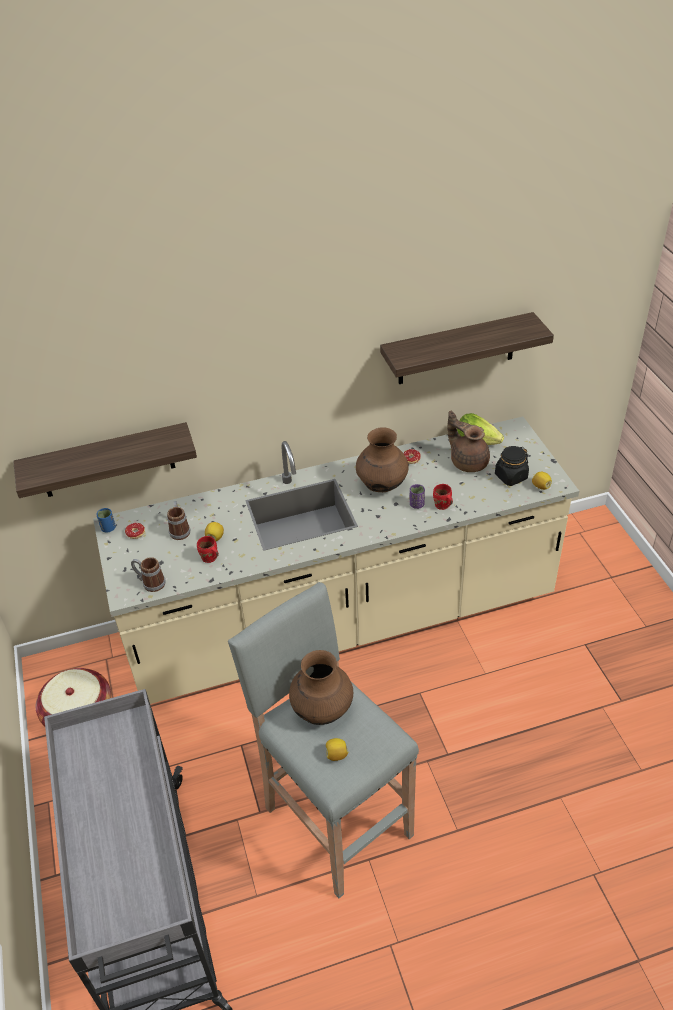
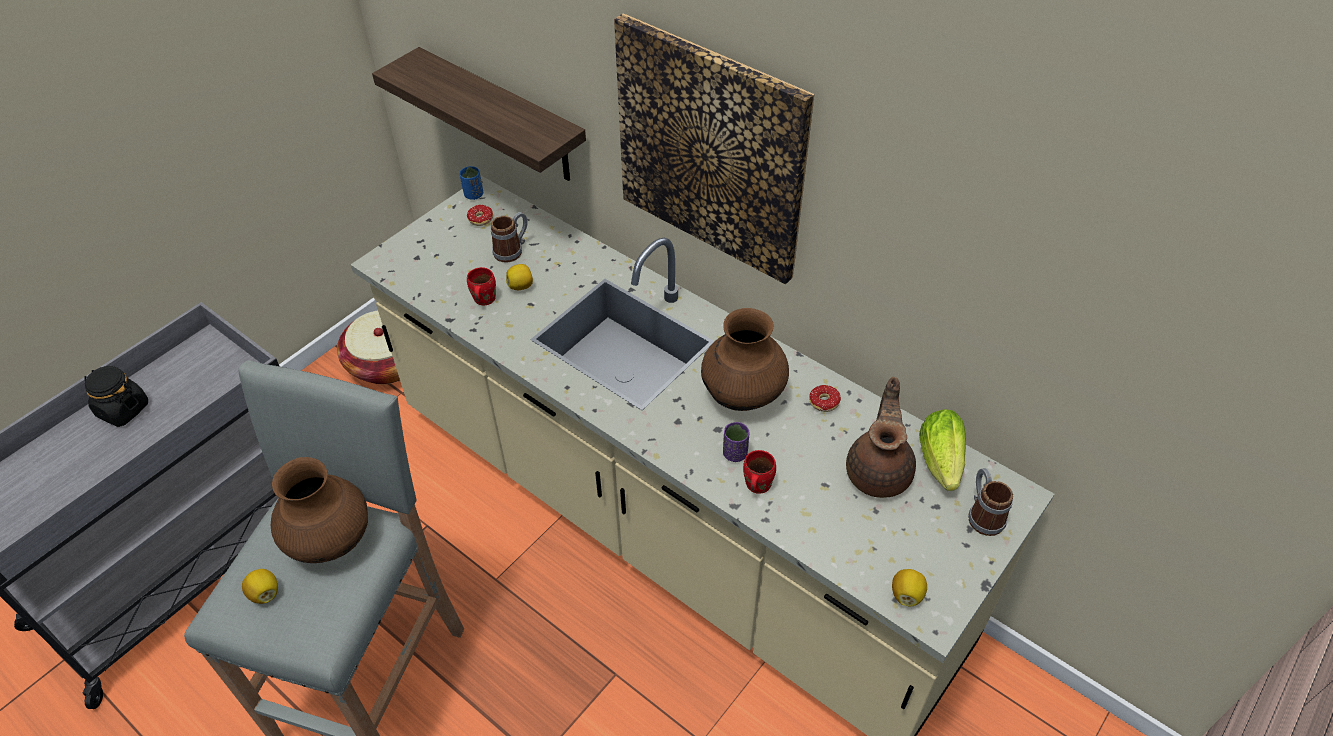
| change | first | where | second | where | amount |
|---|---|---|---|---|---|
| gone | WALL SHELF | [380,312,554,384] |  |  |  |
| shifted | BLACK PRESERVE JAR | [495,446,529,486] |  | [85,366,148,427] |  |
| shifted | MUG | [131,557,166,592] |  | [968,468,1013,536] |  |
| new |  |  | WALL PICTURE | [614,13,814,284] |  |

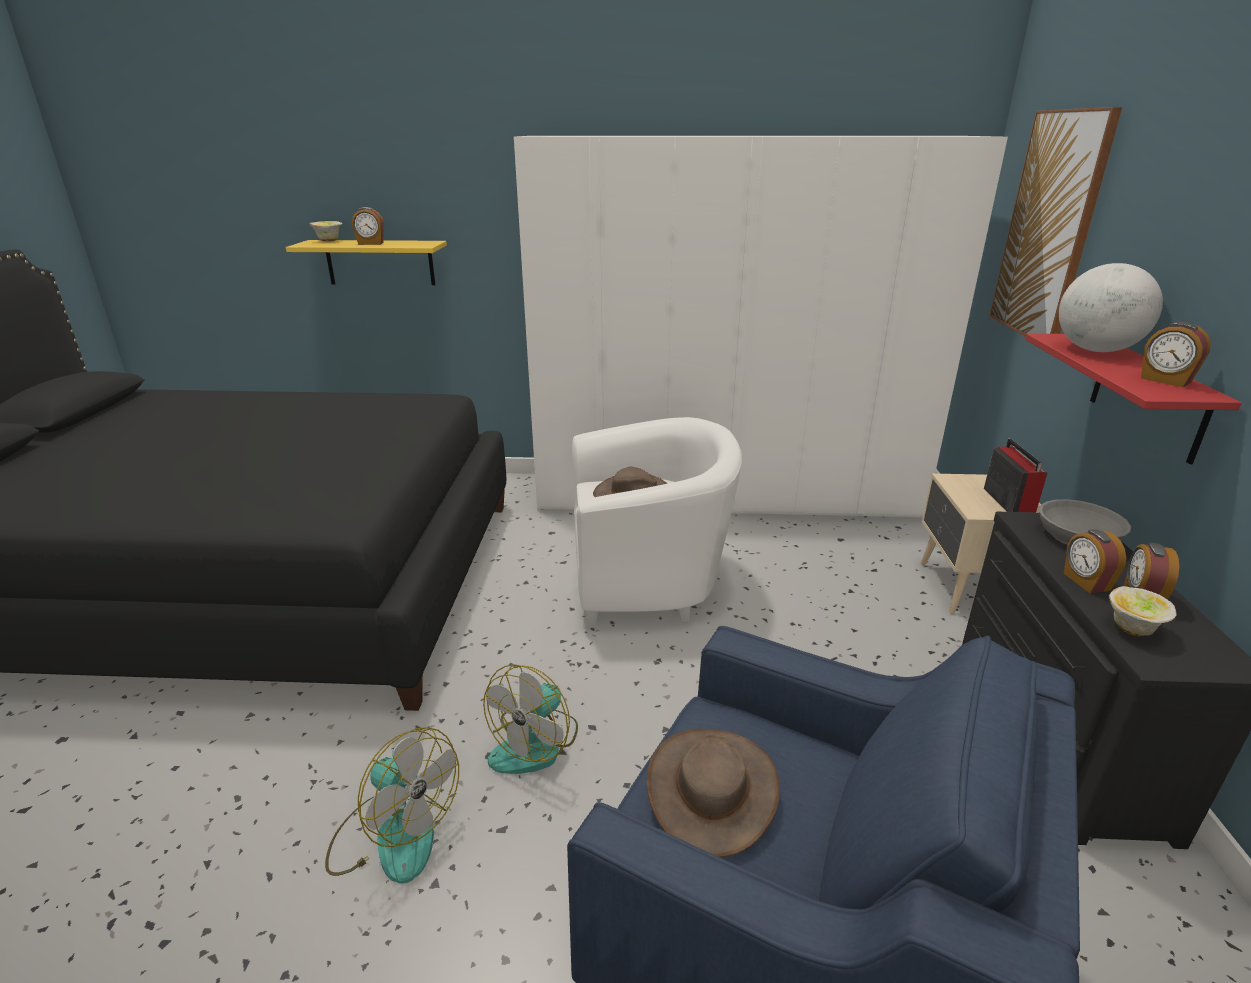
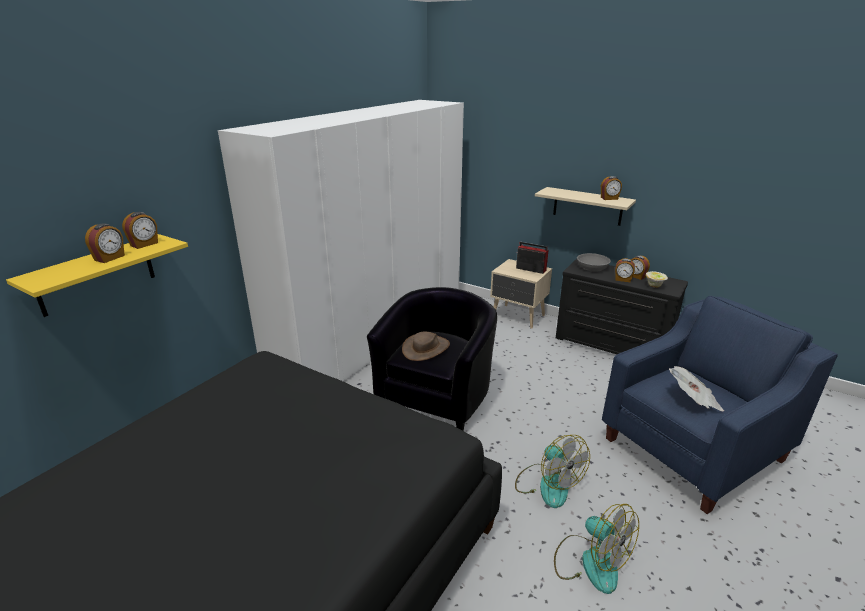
| change | first | where | second | where | amount |
|---|---|---|---|---|---|
| gone | WALL PICTURE | [989,107,1122,337] |  |  |  |
| gone | BOWL | [310,221,342,242] |  |  |  |
| gone | DESK GLOBE | [1059,263,1163,352] |  |  |  |
| repainted | RED WALL SHELF | [1025,334,1242,464] | SAND-COLOURED WALL SHELF | [535,187,636,226] |  |
| repainted | WHITE-COLOURED EASY CHAIR | [572,417,742,628] | BLACK EASY CHAIR | [367,287,497,431] |  |
| rotated | COOLING FAN | [325,727,459,884] |  | [554,504,639,594] | 75 degrees clockwise |
| swapped | BROWN-COLOURED WEARABLE HAT | [647,729,780,858] | DAILY PAPER | [669,366,724,412] |  |
| new |  |  | BEDSIDE CLOCK | [122,212,158,249] |  |

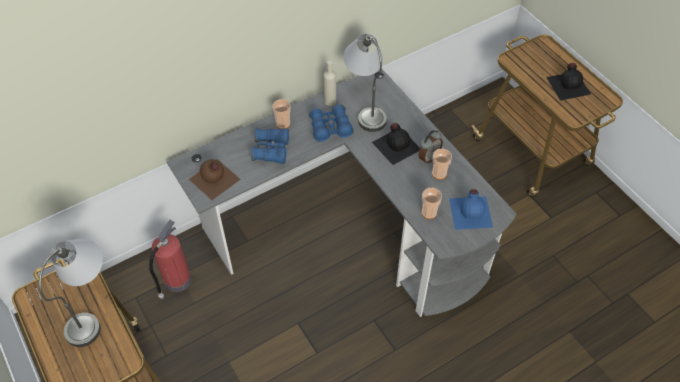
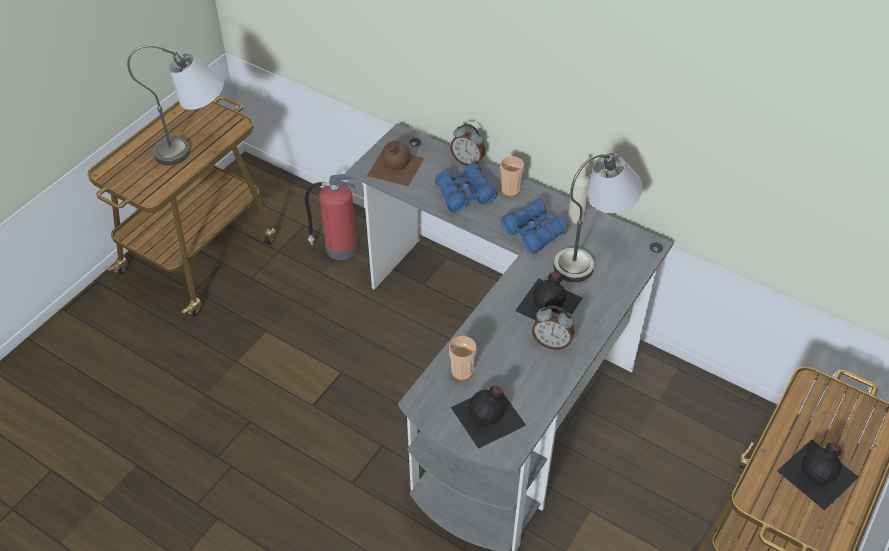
| change | first | where | second | where | amount |
|---|---|---|---|---|---|
| gone | CUP | [432,149,452,180] |  |  |  |
| repainted | BLUISH BOTTLE | [449,189,493,230] | BLACK BOTTLE | [451,385,526,449] |  |
| new |  |  | BEDSIDE CLOCK | [450,124,485,166] |  |

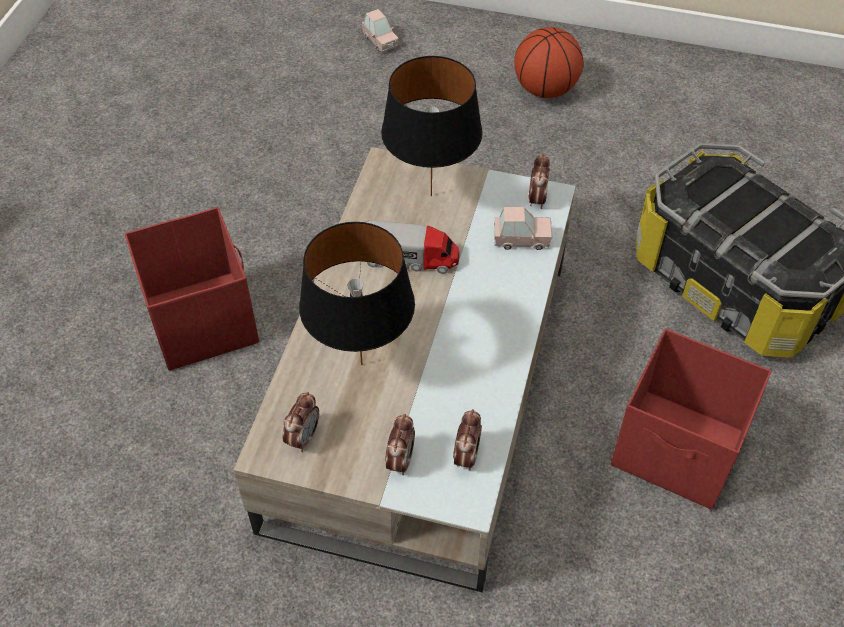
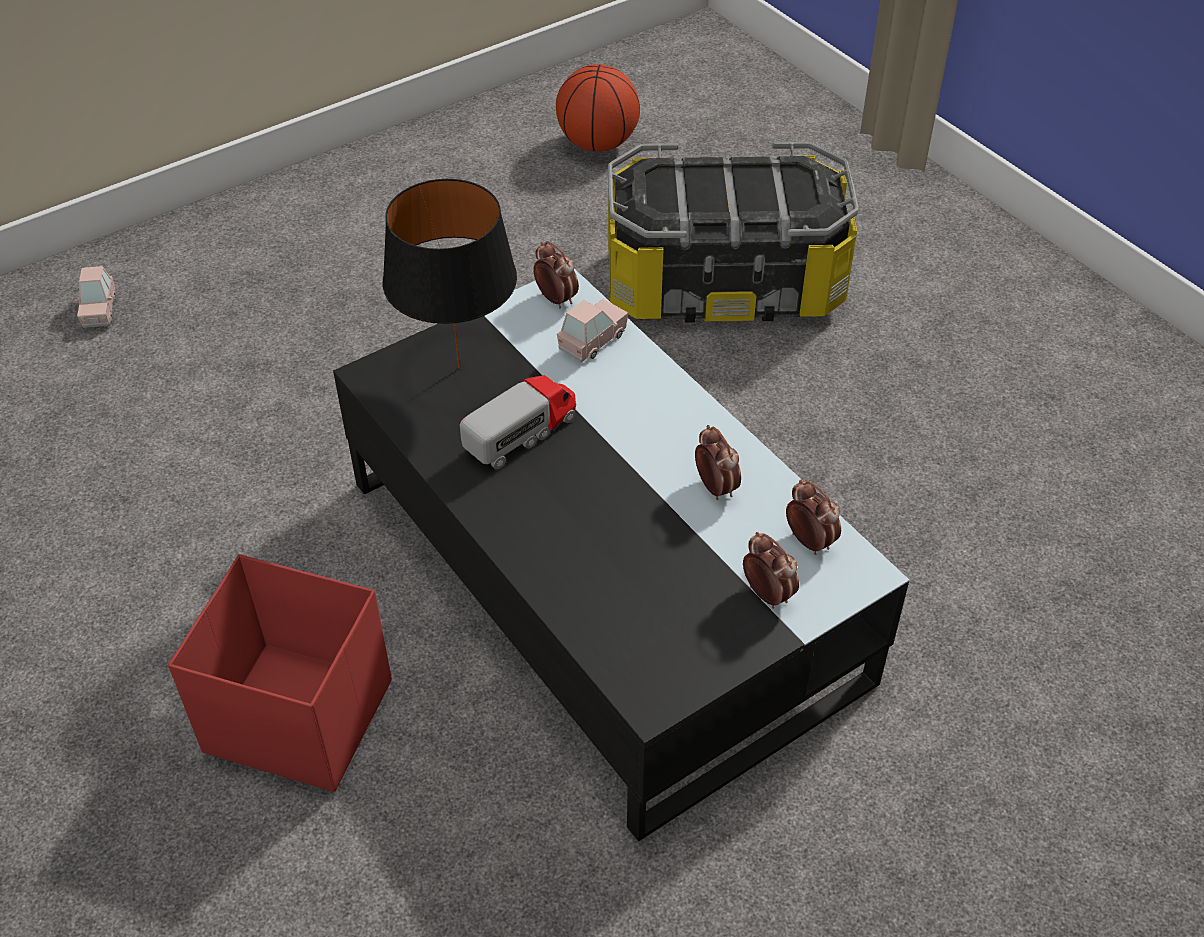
| change | first | where | second | where | amount |
|---|---|---|---|---|---|
| rotated | PINK-COLOURED TOY CAR | [362,9,399,52] |  | [74,266,116,328] | 75 degrees clockwise |
| shifted | BASKETBALL | [514,27,584,98] |  | [556,64,640,152] |  |
| repainted | SAND-COLOURED LOUNGE TABLE | [233,147,576,592] | BLACK LOUNGE TABLE | [333,269,909,841] |  |
| gone | BLACK TABLETOP LAMP | [299,222,415,365] |  |  |  |
| gone | RED STORAGE BOX | [611,329,772,509] |  |  |  |
| shifted | BEDSIDE CLOCK | [282,392,319,452] |  | [695,425,741,500] |  |

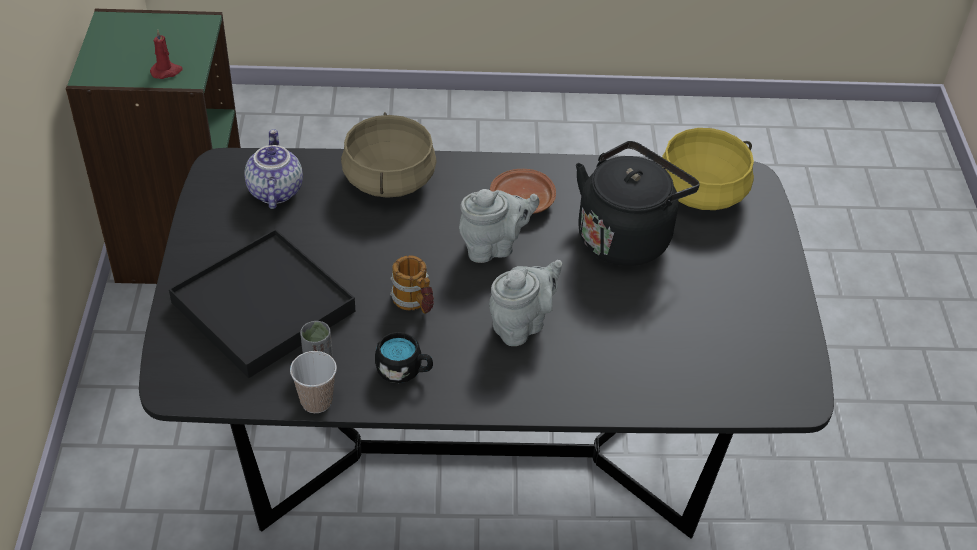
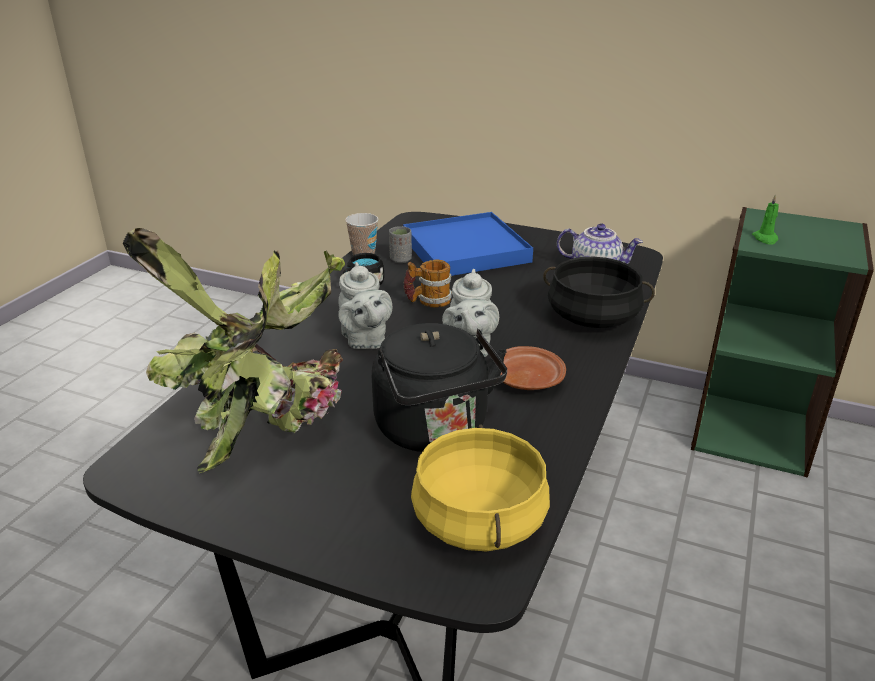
| change | first | where | second | where | amount |
|---|---|---|---|---|---|
| repainted | RED WAX LIGHT | [150,29,183,79] | GREEN-COLOURED WAX LIGHT | [752,194,779,245] |  |
| repainted | SAND-COLOURED SAUCEPOT | [341,112,437,198] | BLACK SAUCEPOT | [543,257,655,328] |  |
| repainted | BLACK TRAY | [169,229,355,378] | BLUISH TRAY | [403,212,533,276] |  |
| new |  |  | HOUSEPLANT | [123,228,345,473] |  |

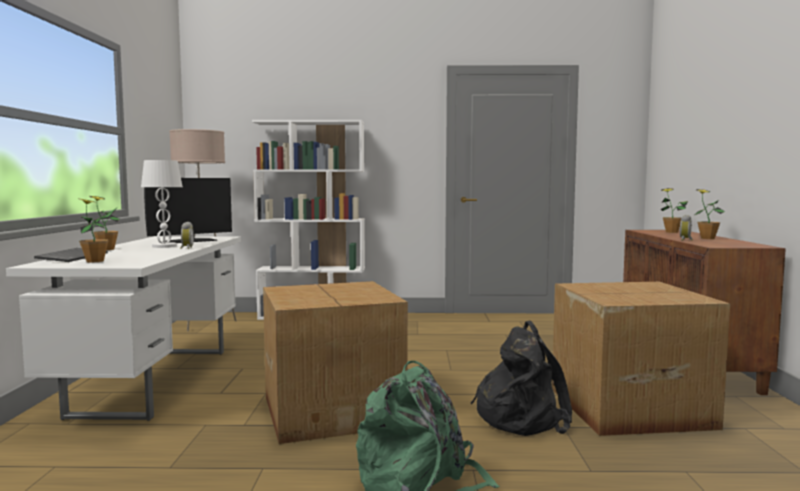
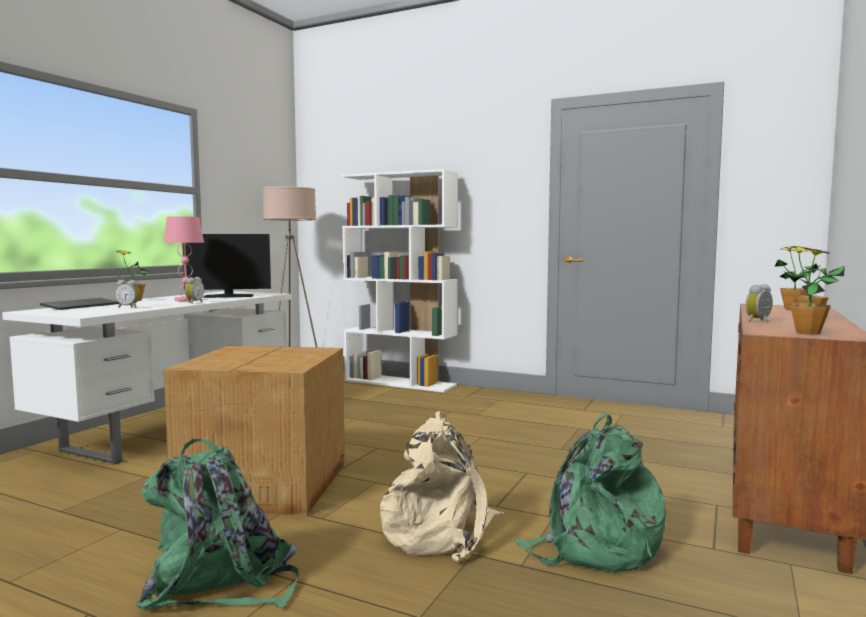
| change | first | where | second | where | amount |
|---|---|---|---|---|---|
| repainted | WHITE-COLOURED TABLETOP LAMP | [141,160,183,248] | PINK-COLOURED TABLETOP LAMP | [164,216,204,301] |  |
| shifted | HOUSEPLANT | [79,199,113,263] |  | [785,248,845,335] |  |
| swapped | CARTON | [552,282,730,436] | GREEN-COLOURED RUCKSACK | [514,412,666,573] |  |
| repainted | BLACK RUCKSACK | [470,321,572,436] | SAND-COLOURED RUCKSACK | [380,411,504,562] |  |
| new |  |  | BEDSIDE CLOCK | [115,280,140,308] |  |

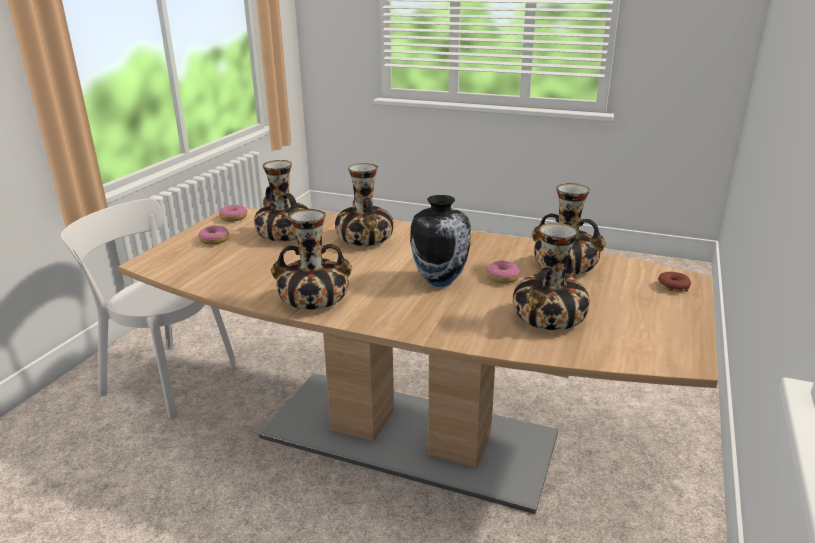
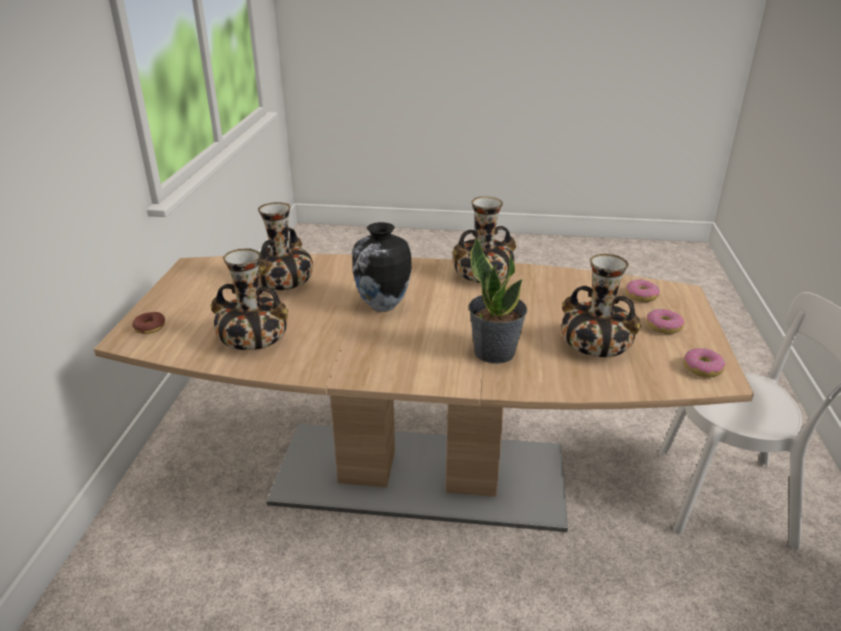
| change | first | where | second | where | amount |
|---|---|---|---|---|---|
| swapped | FLOWER VASE | [335,163,394,246] | HOUSEPLANT | [469,237,527,364] |  |
| shifted | RING DOUGHNUT | [486,260,520,284] |  | [625,279,660,302] |  |

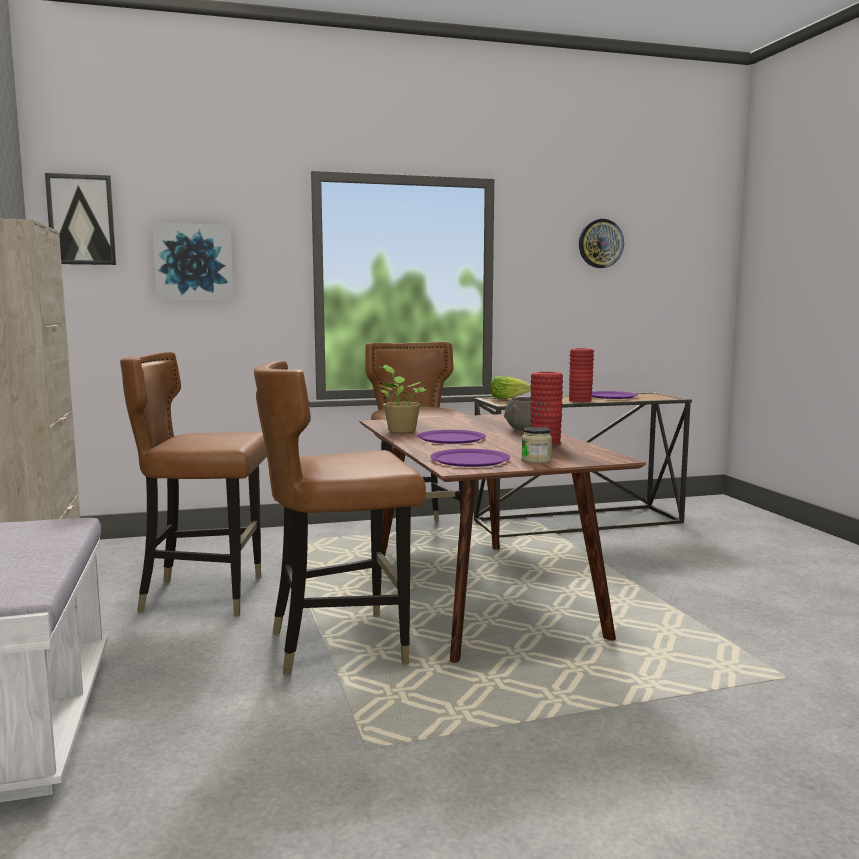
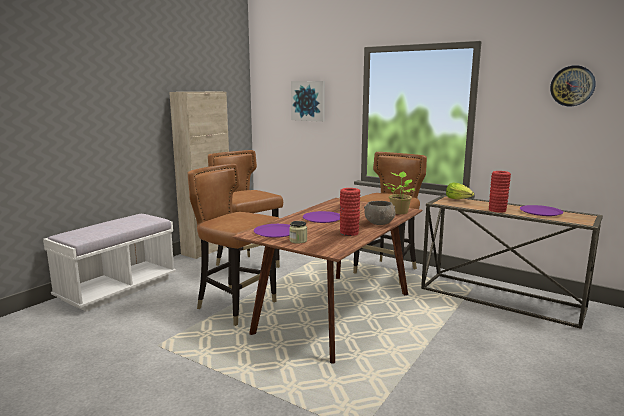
| change | first | where | second | where | amount |
|---|---|---|---|---|---|
| gone | WALL PICTURE | [45,173,116,265] |  |  |  |
| shifted | HOUSEPLANT | [378,365,427,433] |  | [384,172,415,214] |  |

